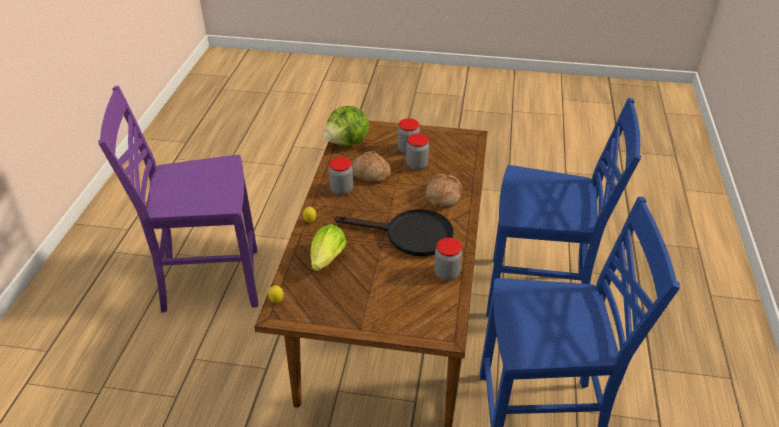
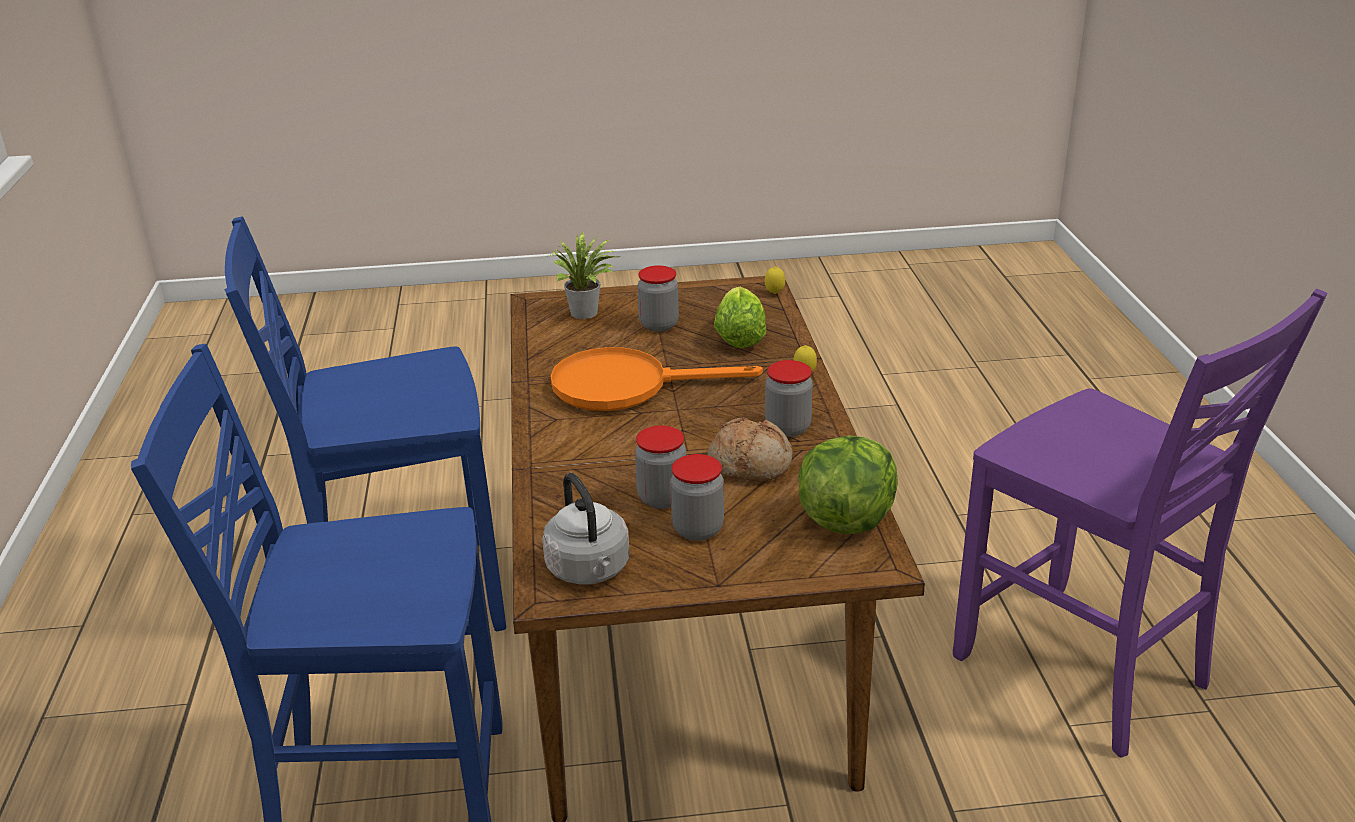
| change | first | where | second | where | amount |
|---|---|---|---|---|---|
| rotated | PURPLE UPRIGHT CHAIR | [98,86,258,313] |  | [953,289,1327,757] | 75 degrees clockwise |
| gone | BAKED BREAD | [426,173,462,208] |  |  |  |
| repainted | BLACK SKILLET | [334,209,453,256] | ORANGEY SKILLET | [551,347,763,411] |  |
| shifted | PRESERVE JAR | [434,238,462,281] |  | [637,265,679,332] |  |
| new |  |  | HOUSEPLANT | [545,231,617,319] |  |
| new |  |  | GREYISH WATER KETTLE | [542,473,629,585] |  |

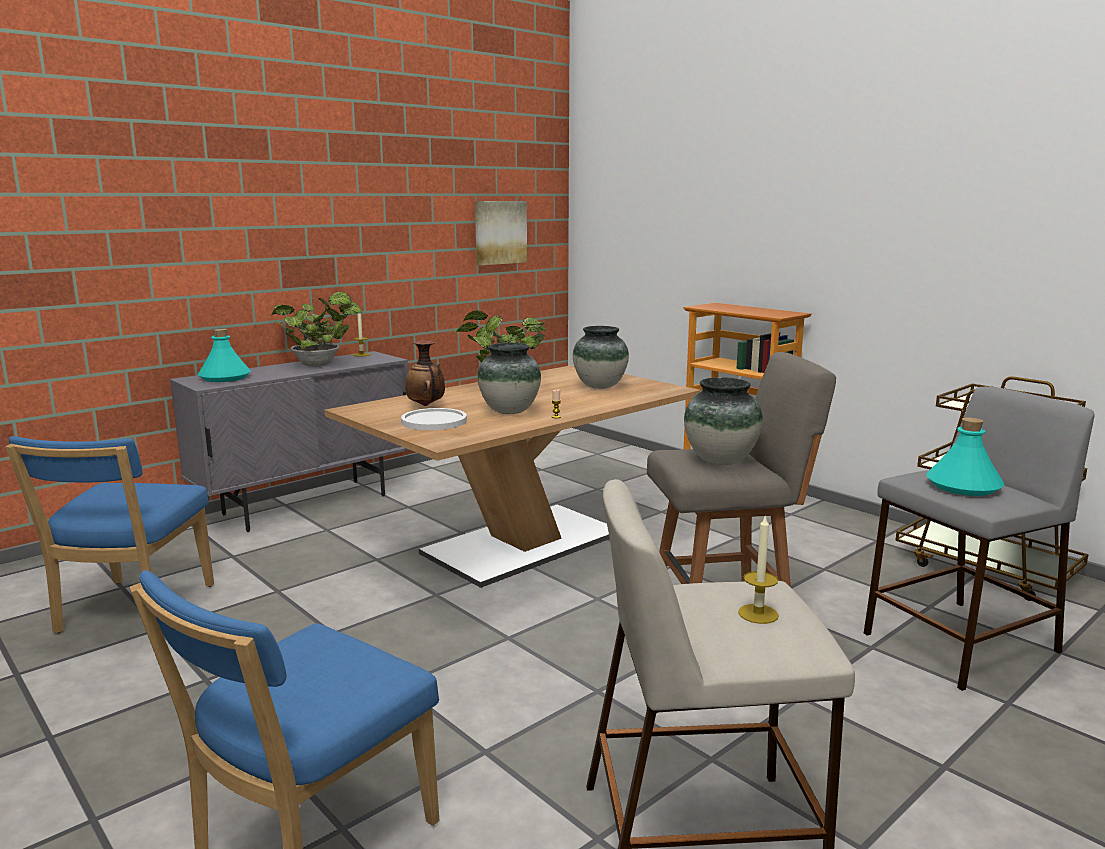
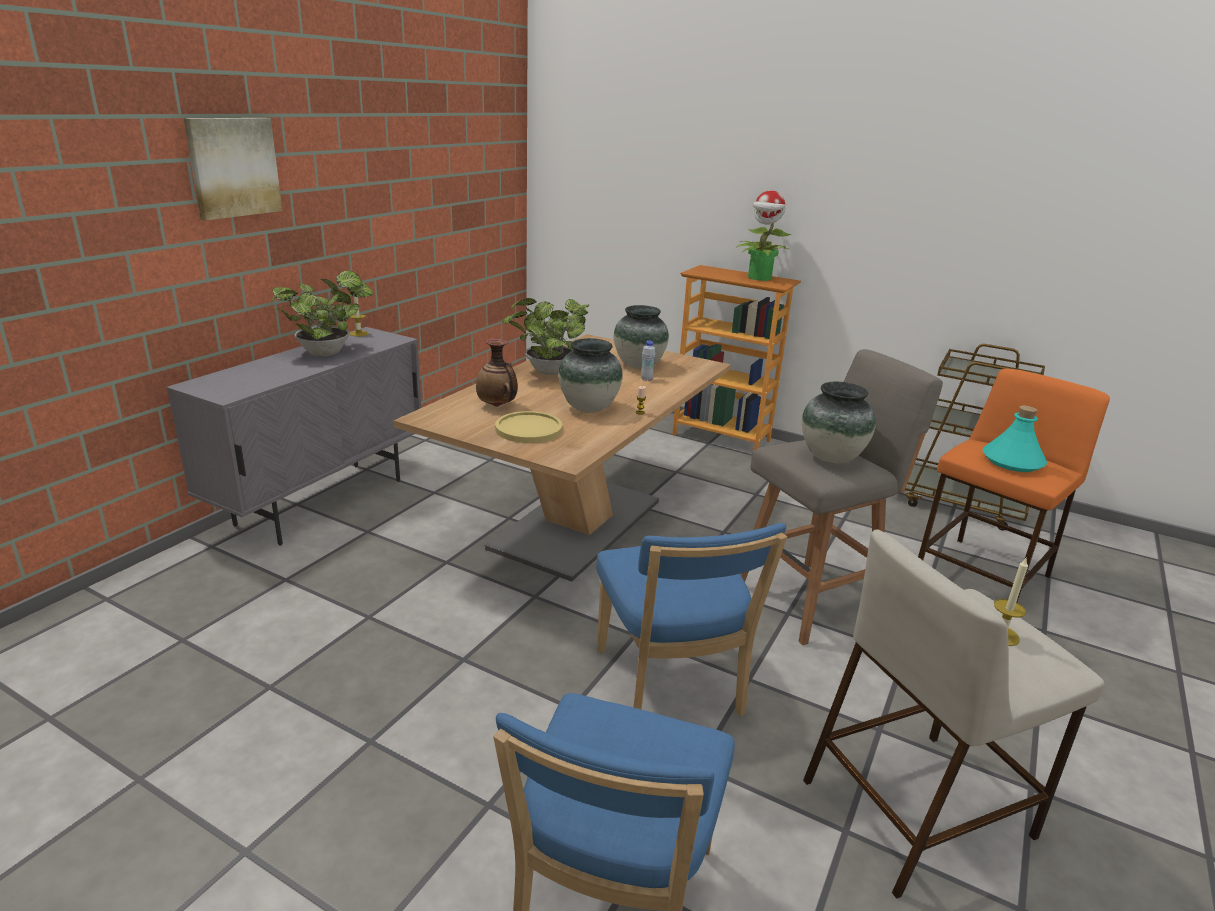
| change | first | where | second | where | amount |
|---|---|---|---|---|---|
| shifted | WALL PICTURE | [475,201,527,266] |  | [184,118,282,220] |  |
| gone | BLUE-GREEN BOTTLE | [197,329,251,382] |  |  |  |
| repainted | GREYISH STOOL SEAT | [864,387,1094,691] | ORANGEY STOOL SEAT | [918,369,1110,602] |  |
| repainted | WHITE-COLOURED DINNER PLATE | [401,408,467,430] | YELLOW DINNER PLATE | [495,411,563,443] |  |
| shifted | BLUISH UPRIGHT CHAIR | [5,436,214,633] |  | [596,523,787,716] |  |
| new |  |  | HOUSEPLANT | [737,190,791,281] |  |
| new |  |  | WHITE-COLOURED BOTTLE | [641,341,656,381] |  |

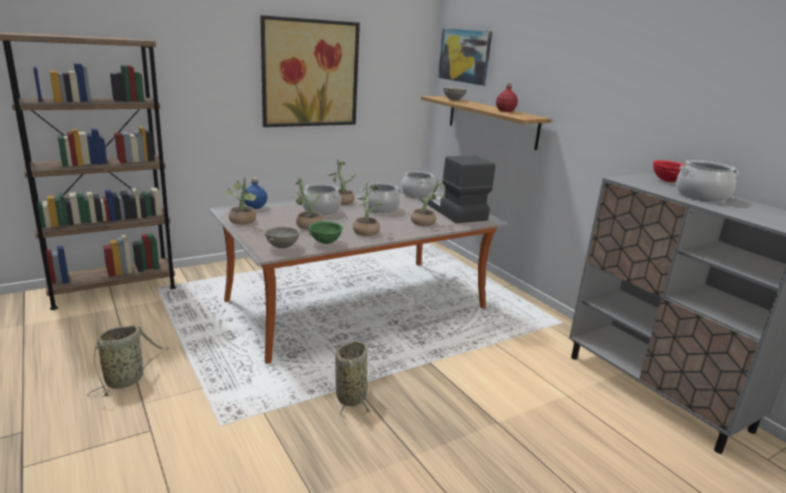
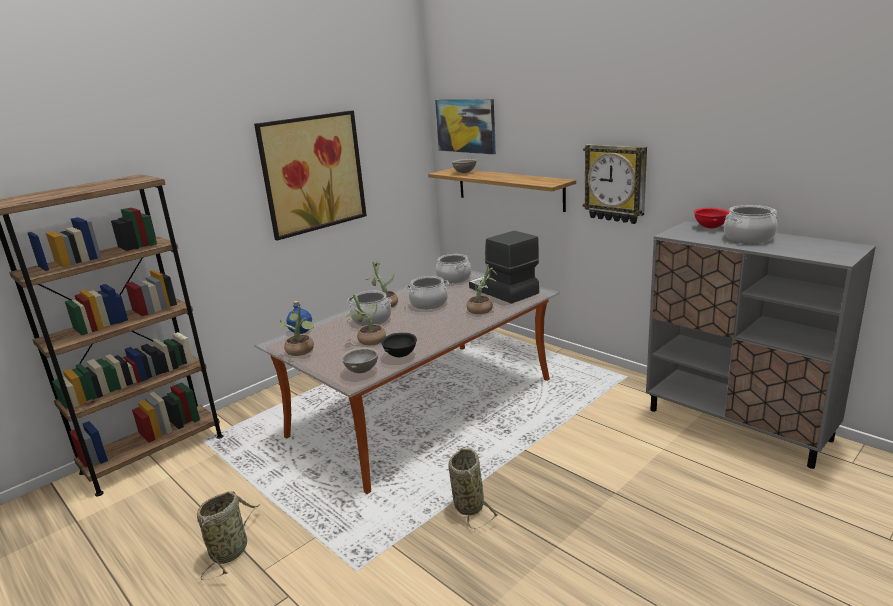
| change | first | where | second | where | amount |
|---|---|---|---|---|---|
| gone | RED BOTTLE | [496,83,518,112] |  |  |  |
| gone | HOUSEPLANT | [353,182,383,236] |  |  |  |
| repainted | GREEN-COLOURED BOWL | [309,221,343,244] | BLACK BOWL | [381,333,417,357] |  |
| new |  |  | WALL CLOCK | [583,144,647,224] |  |

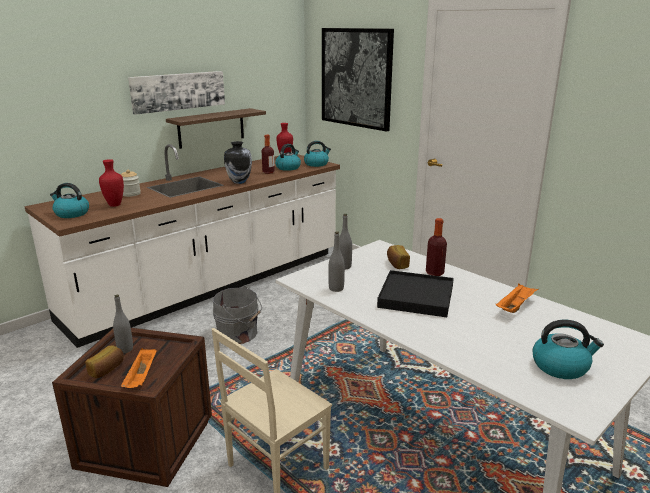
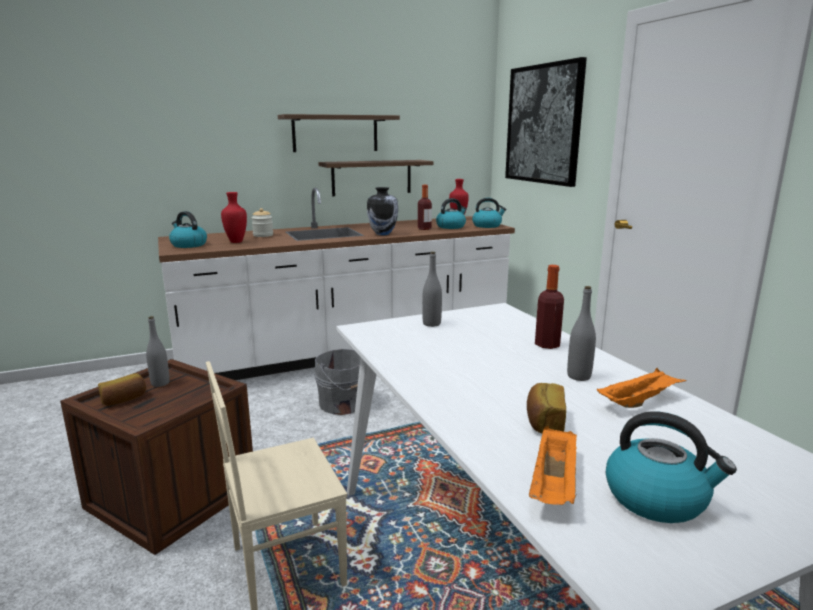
| change | first | where | second | where | amount |
|---|---|---|---|---|---|
| swapped | WALL PICTURE | [128,71,225,115] | WALL SHELF | [278,114,400,152] |  |
| shifted | GREYISH BOTTLE | [328,231,345,292] |  | [567,286,596,381] |  |
| shifted | BAKED BREAD | [387,245,410,269] |  | [527,383,566,433] |  |
| gone | BLACK TRAY | [377,270,454,317] |  |  |  |
| shifted | ORANGEY TRAY | [121,348,157,388] |  | [529,426,577,505] |  |

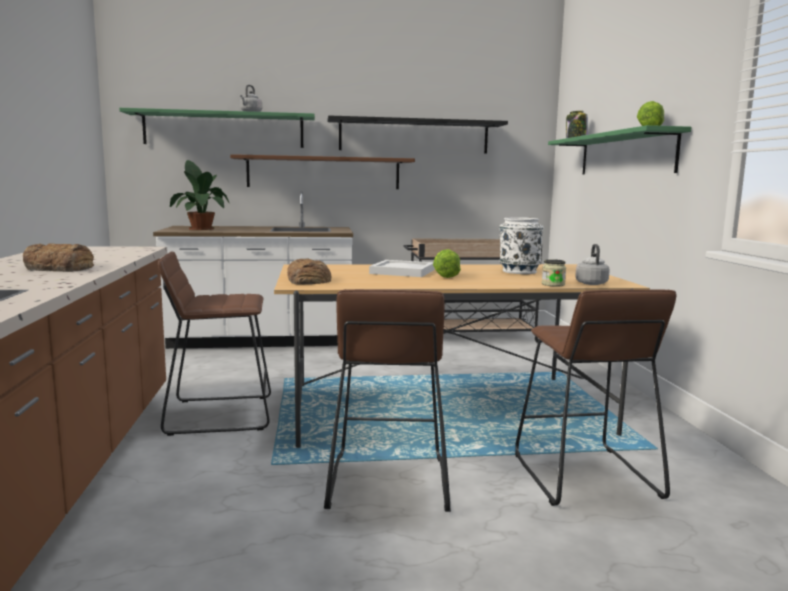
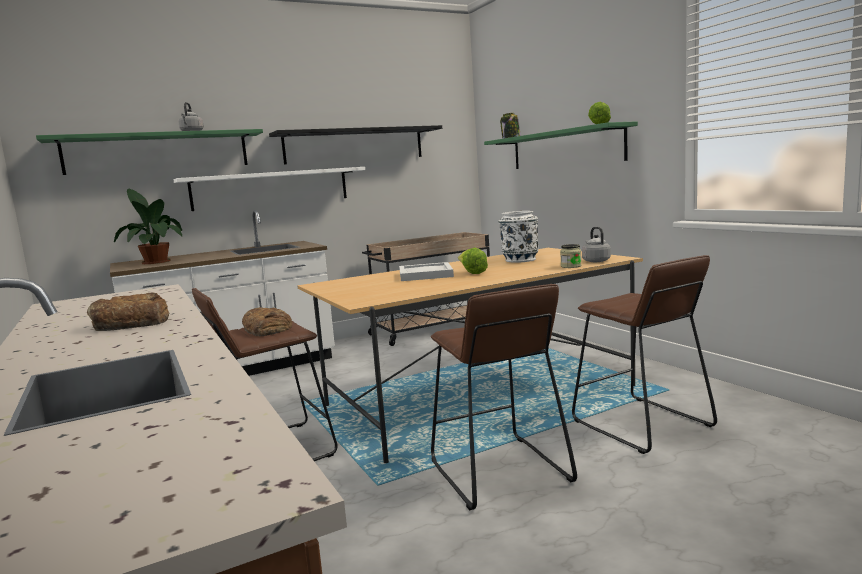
| change | first | where | second | where | amount |
|---|---|---|---|---|---|
| repainted | BROWN-COLOURED WALL SHELF | [230,154,415,189] | WHITE-COLOURED WALL SHELF | [173,167,365,211] |  |
| shifted | BAKED BREAD | [287,258,331,284] |  | [242,307,292,337] |  |

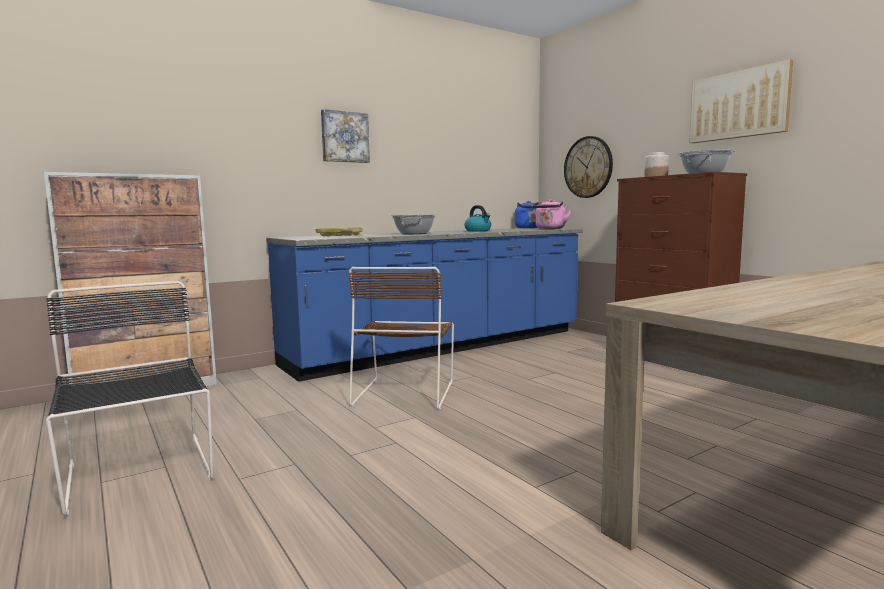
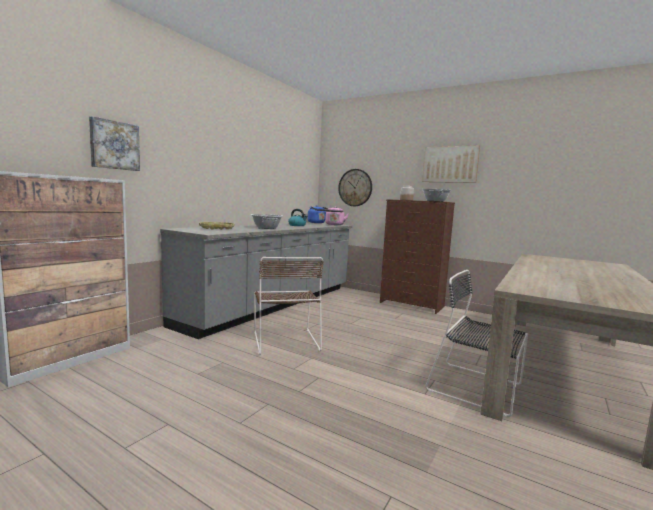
| change | first | where | second | where | amount |
|---|---|---|---|---|---|
| shifted | WALL PICTURE | [321,109,370,163] |  | [89,116,140,171] |  |
| repainted | BLUISH KITCHEN BASE UNIT | [266,228,582,382] | GREYISH KITCHEN BASE UNIT | [160,222,352,339] |  |
| shifted | BLACK UPRIGHT CHAIR | [46,281,214,516] |  | [425,270,528,417] |  |

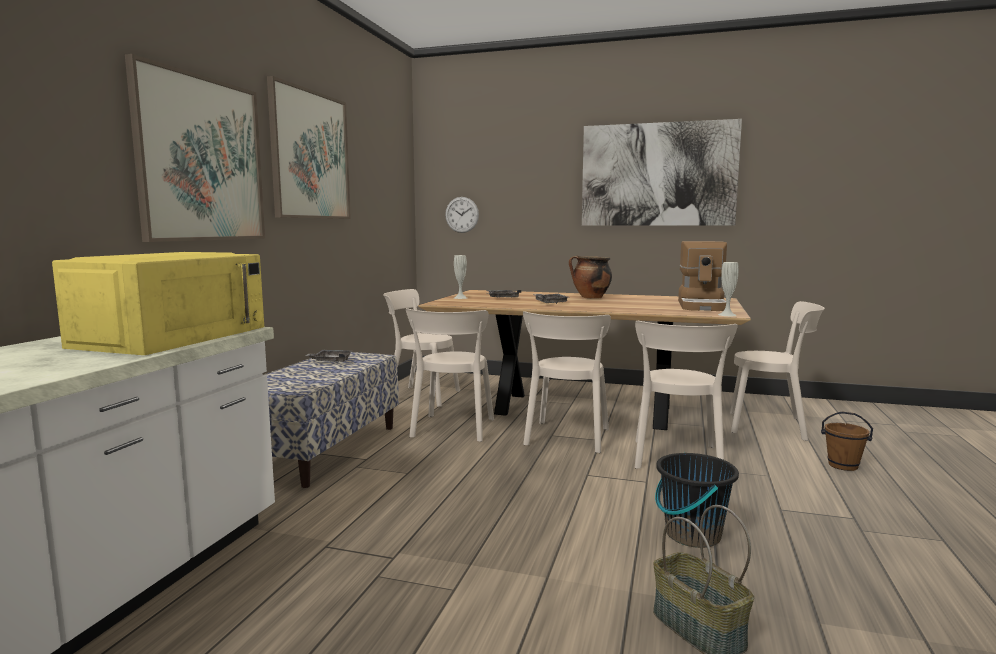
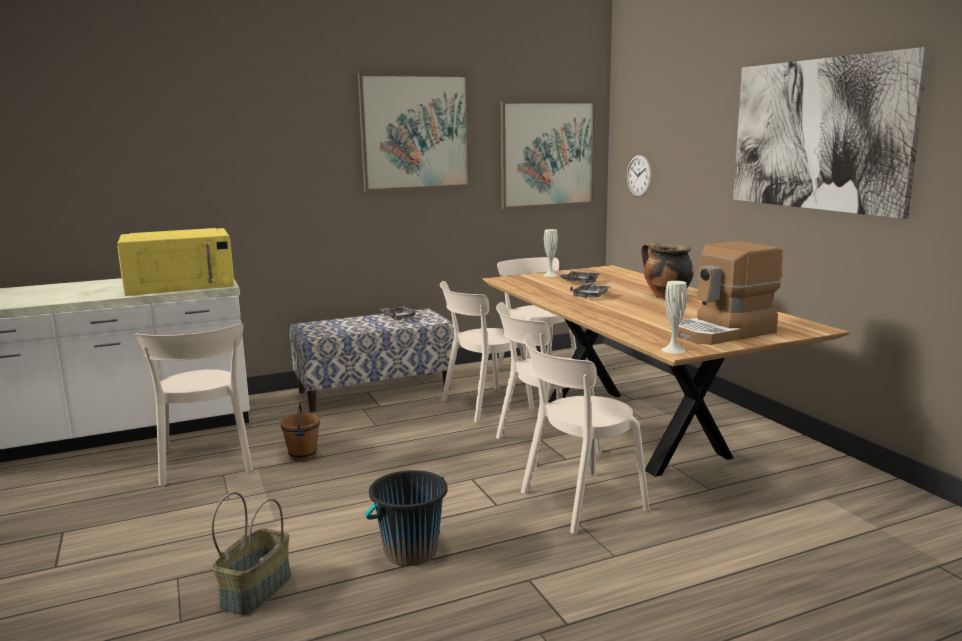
| change | first | where | second | where | amount |
|---|---|---|---|---|---|
| shifted | WALL PICTURE | [125,54,265,242] |  | [501,101,596,209] |  |
| shifted | SAND-COLOURED UPRIGHT CHAIR | [730,301,825,441] |  | [135,323,253,486] |  |
| shifted | BROWN-COLOURED WATER BUCKET | [821,412,873,471] |  | [280,403,320,461] |  |

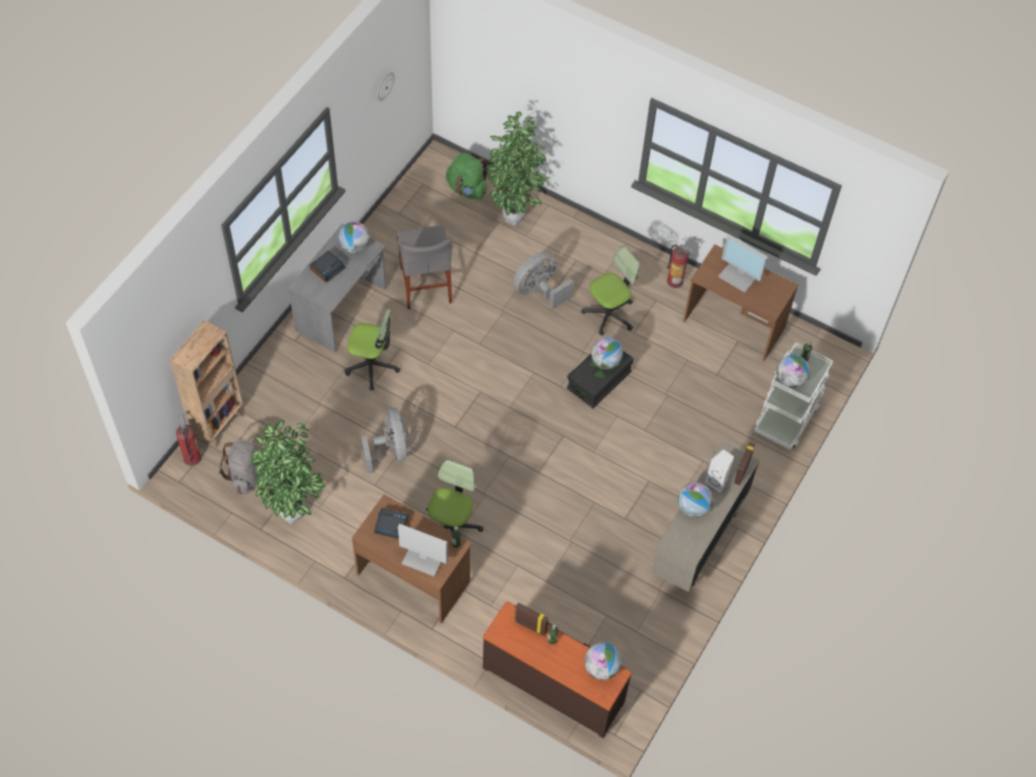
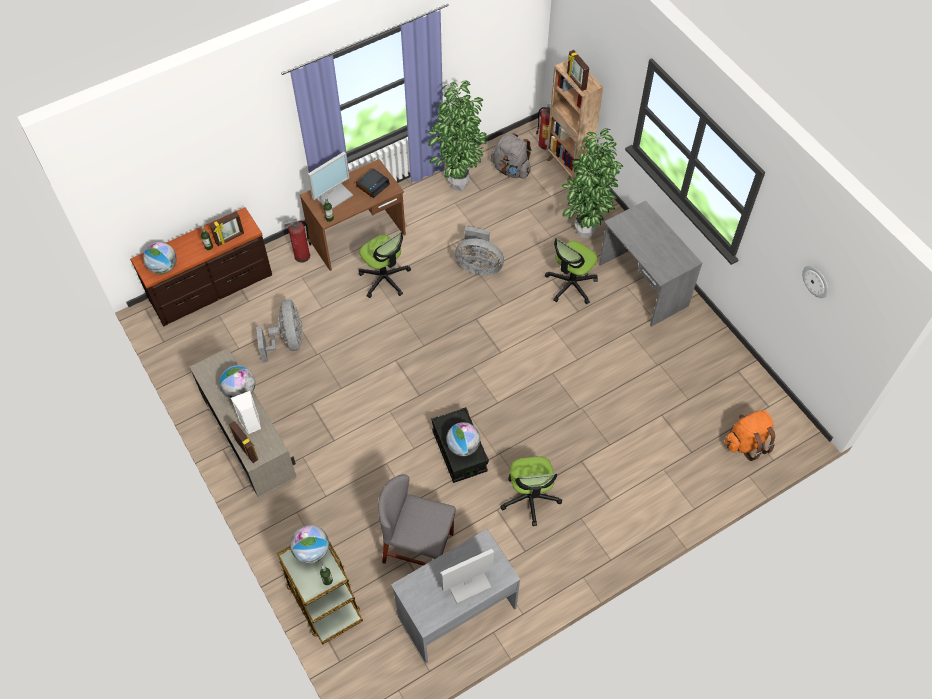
| change | first | where | second | where | amount |
|---|---|---|---|---|---|
| shifted | HOUSEPLANT | [486,112,548,226] |  | [562,128,623,238] |  |
| repainted | GREEN-COLOURED RUCKSACK | [446,152,487,199] | ORANGEY RUCKSACK | [724,410,775,461] |  |
| gone | DESK GLOBE | [338,222,370,254] |  |  |  |
| shifted | GREYISH UPRIGHT CHAIR | [397,225,452,309] |  | [378,474,456,566] |  |
| shifted | EXTINGUISHER | [667,244,692,288] |  | [283,219,312,263] |  |
| repainted | BROWN-COLOURED DESK TABLE | [683,244,798,361] | GREYISH DESK TABLE | [391,529,520,664] |  |
| gone | BEDSIDE CLOCK | [309,250,345,283] |  |  |  |
| shifted | GREYISH COOLING FAN | [513,251,574,310] |  | [256,300,302,363] |  |
| repainted | WHITE-COLOURED CART | [754,343,833,450] | BROWN-COLOURED CART | [277,542,363,645] |  |
| new |  |  | PICTURE FRAME | [567,50,589,91] |  |

